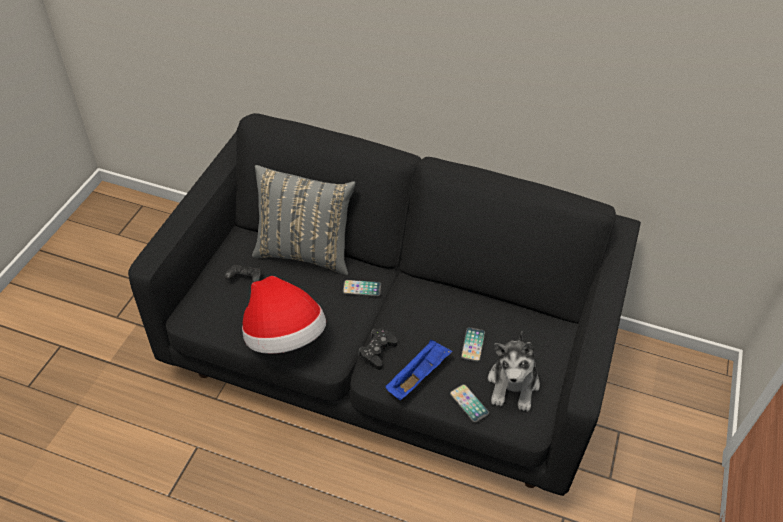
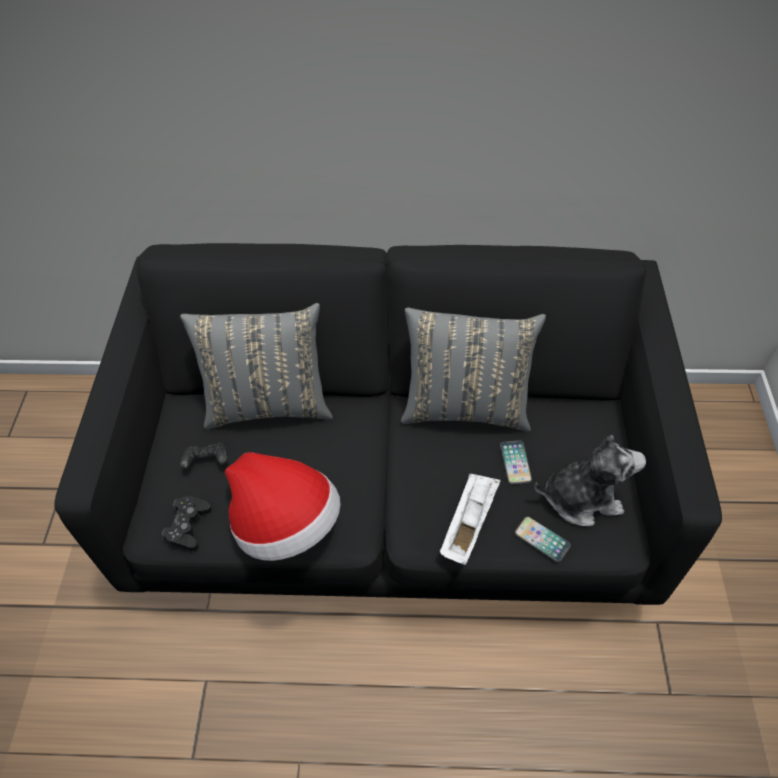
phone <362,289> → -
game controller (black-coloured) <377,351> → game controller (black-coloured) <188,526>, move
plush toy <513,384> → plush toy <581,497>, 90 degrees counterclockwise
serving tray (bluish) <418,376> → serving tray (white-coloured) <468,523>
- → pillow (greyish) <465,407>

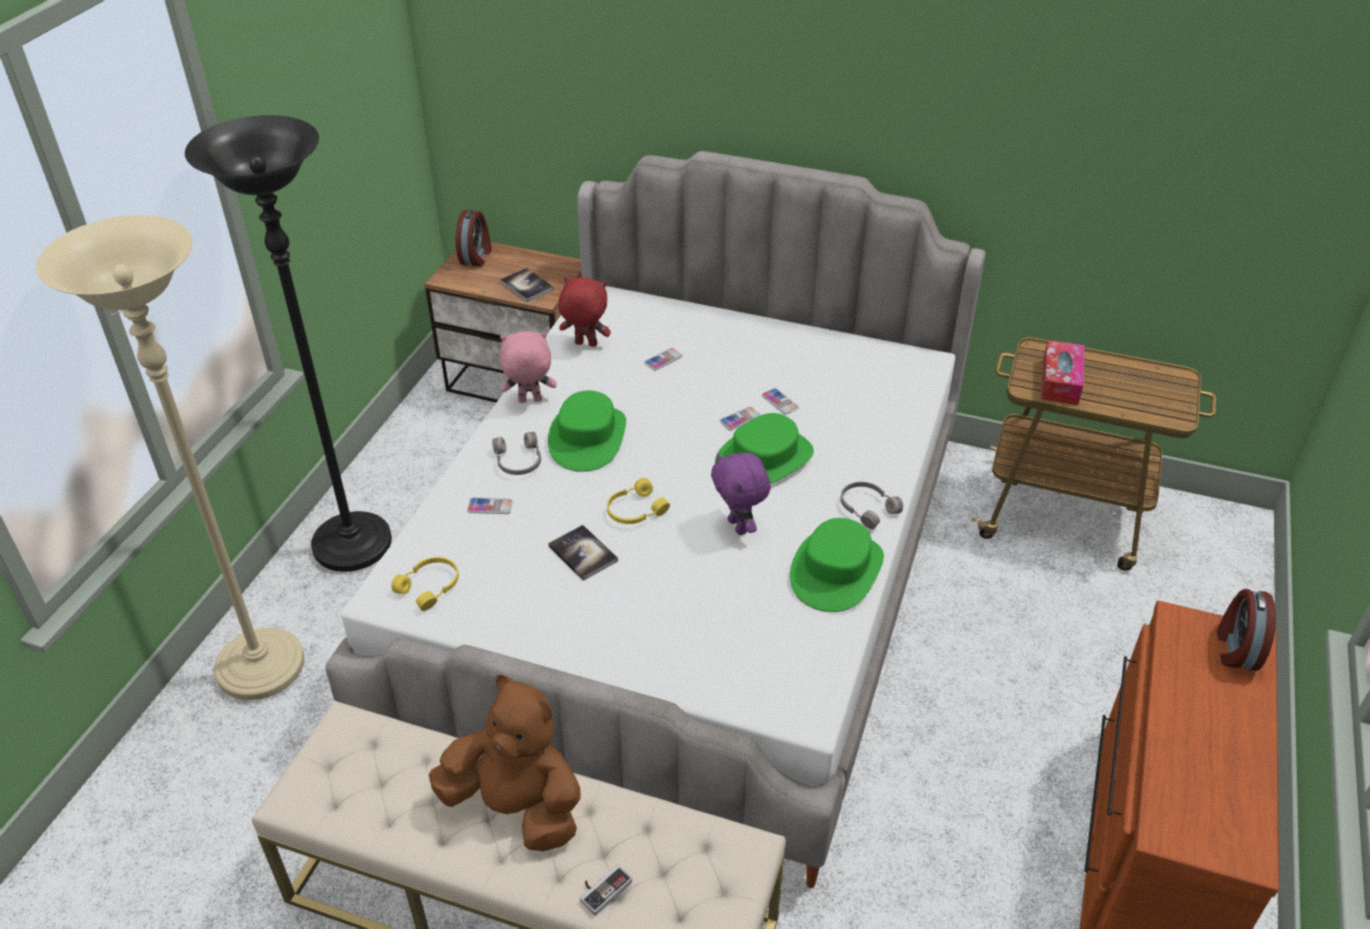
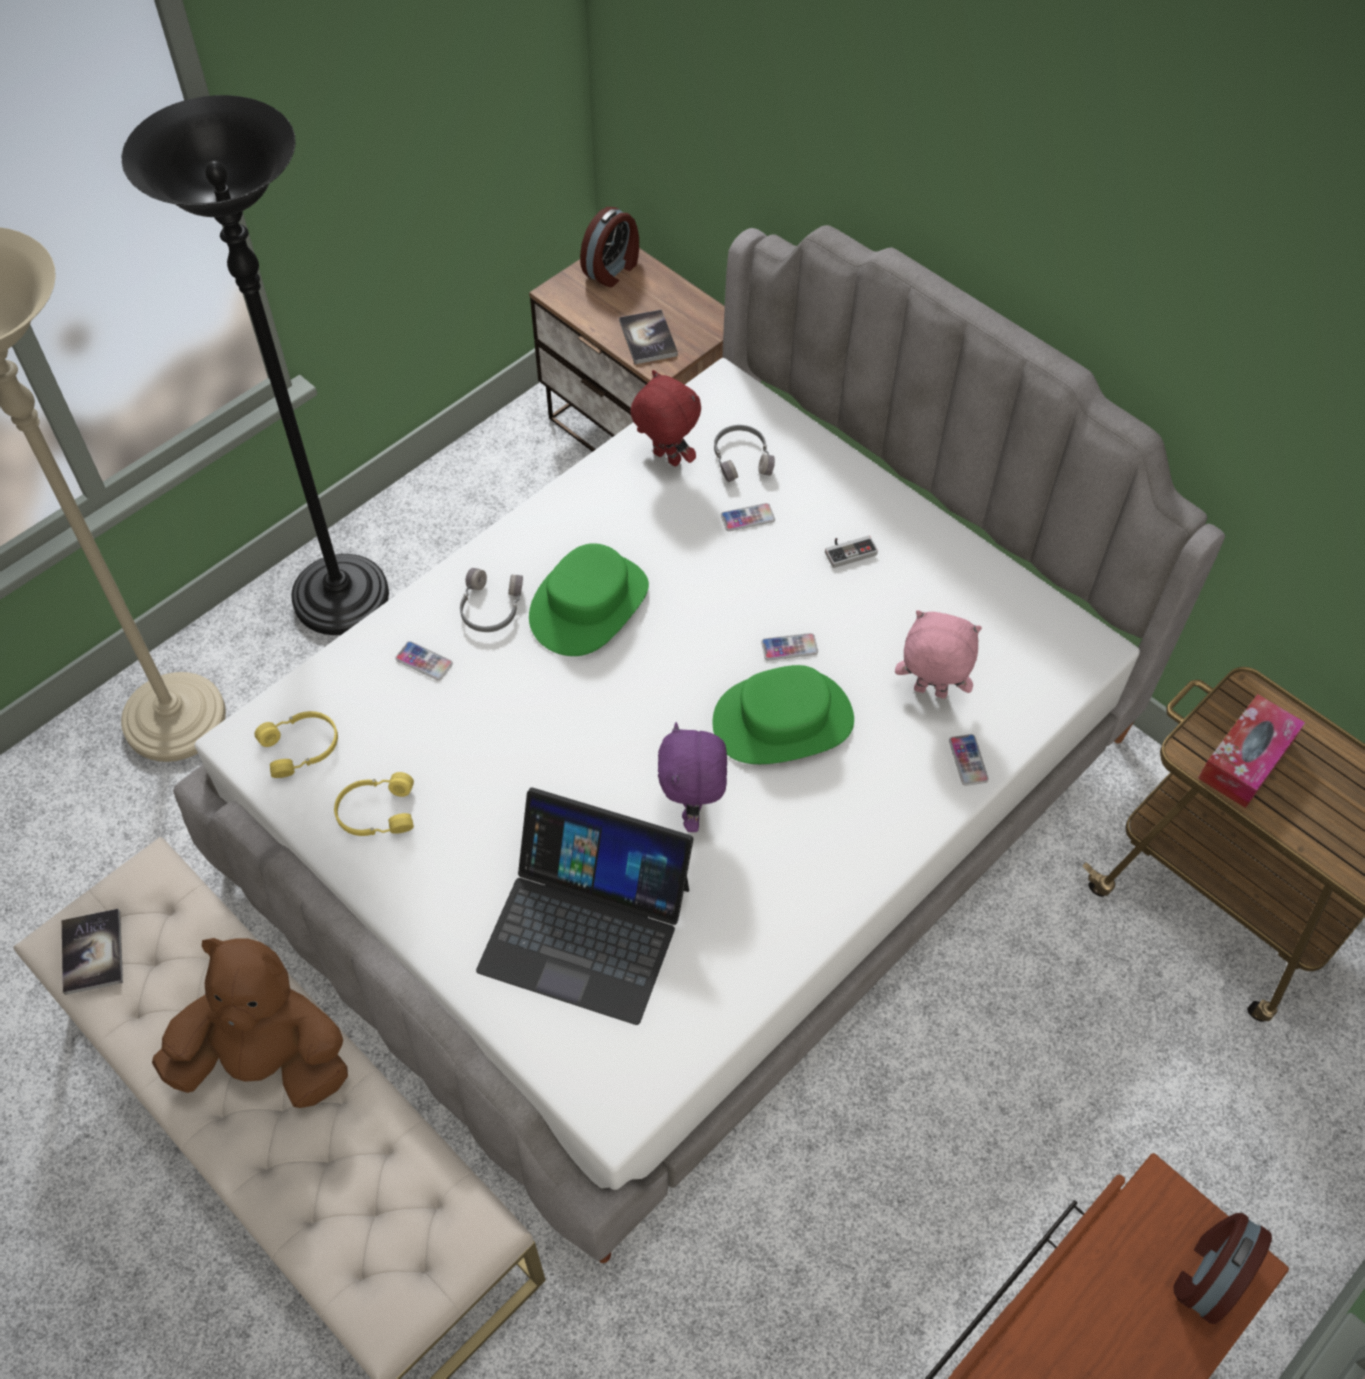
plush toy (pink) <529,401> → plush toy (pink) <929,693>, move
phone <780,402> → phone <968,760>, move
pair of headphones (yellowish) <635,510> → pair of headphones (yellowish) <376,812>, move
pair of headphones (greyish) <867,508> → pair of headphones (greyish) <742,458>, move
wearable hat (green) <836,570> → -
bound book <583,554> → bound book <93,952>, move
plush toy (brown-coloured) <517,807> → plush toy (brown-coloured) <268,1059>, 45 degrees counterclockwise
game controller <602,888> → game controller <848,550>, move
- → notebook computer <586,927>

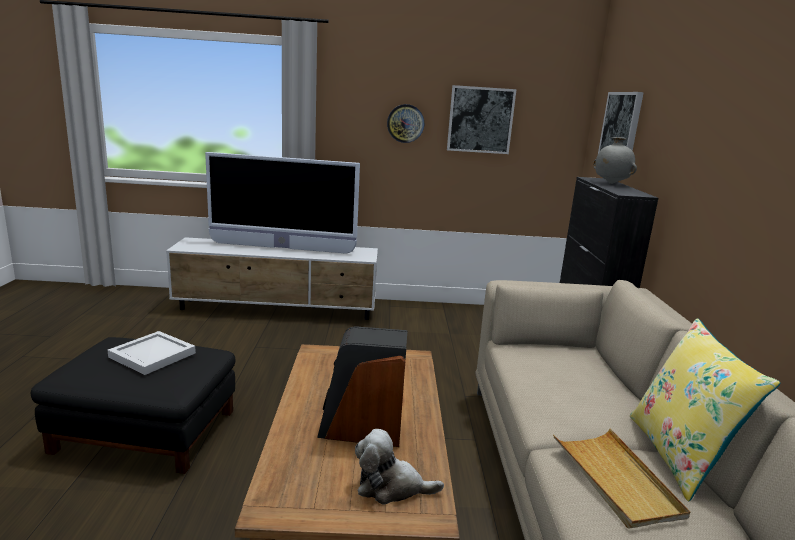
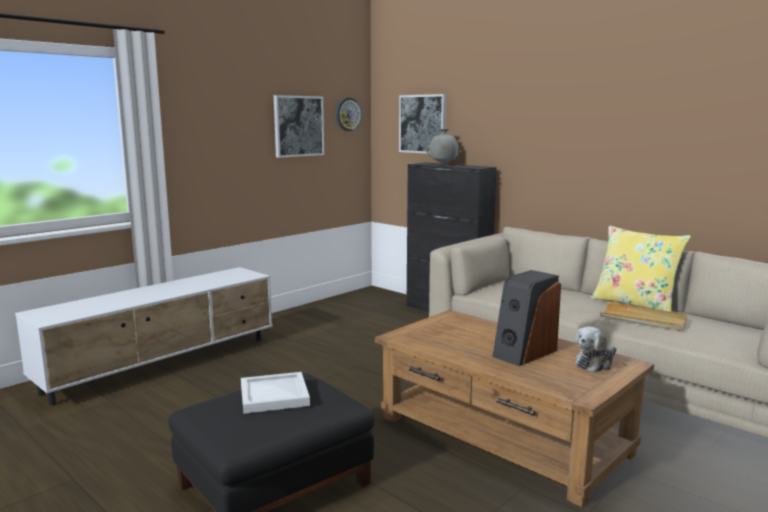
hanging clock <405,123> → hanging clock <348,114>, move
TV <282,248> → -

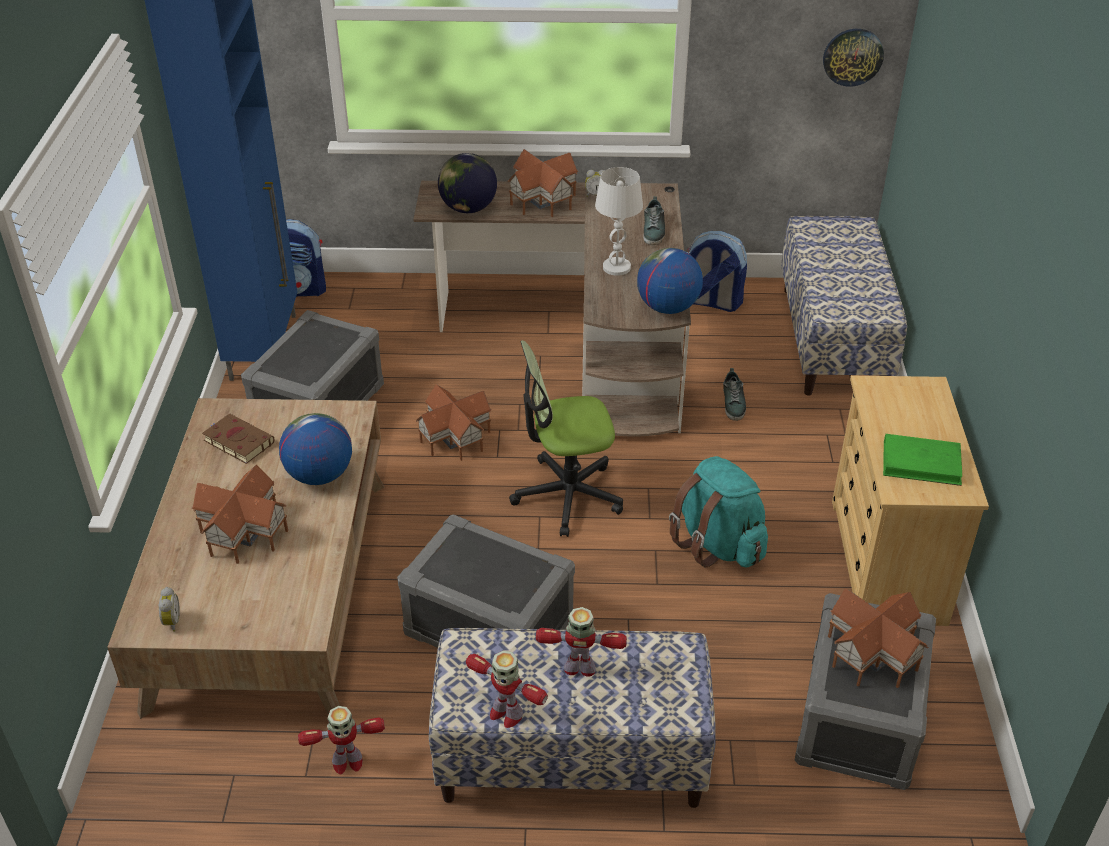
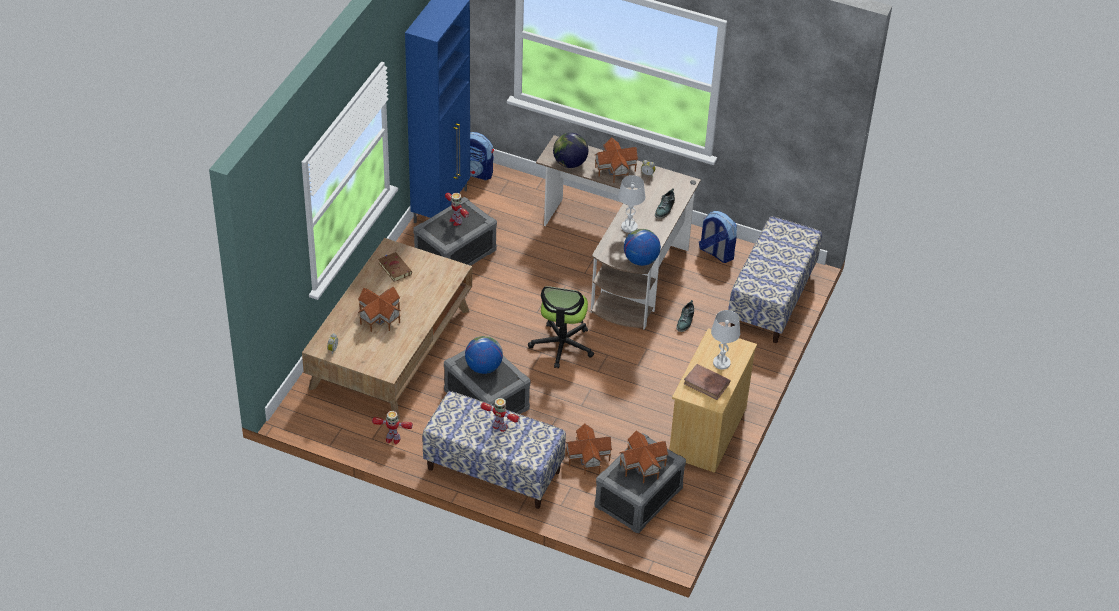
hanging clock <852,56> → -
computer chair <567,495> → computer chair <562,345>, 90 degrees counterclockwise
toy house <455,436> → toy house <588,457>, move
globe <319,475> → globe <483,367>, move
bound book (green) <921,463> → bound book (brown-coloured) <707,383>
knapsack (turquoise-coloured) <718,544> → -
model robot <505,713> → model robot <455,221>, move
- → tabletop lamp (white-coloured) <721,363>

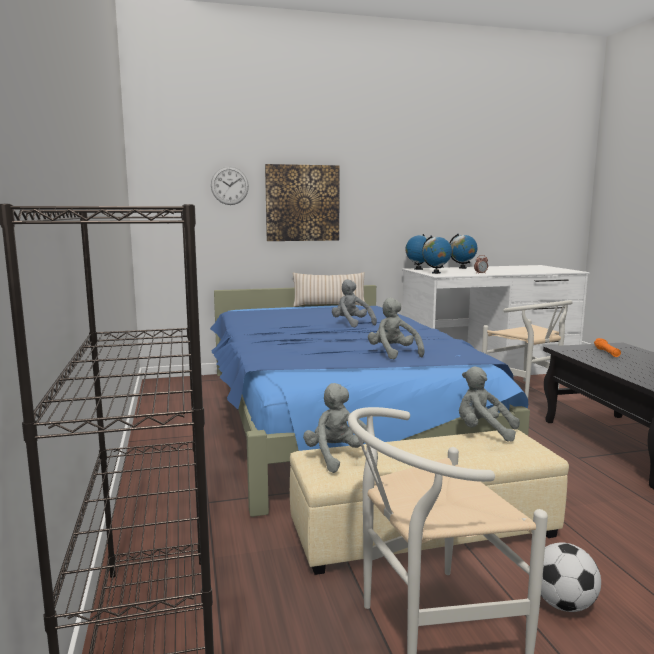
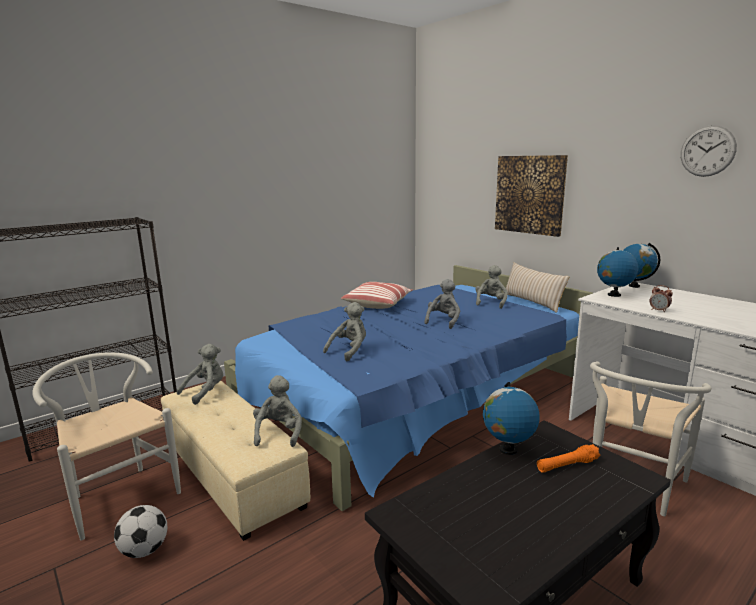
hanging clock <229,185> → hanging clock <707,151>, move
globe <462,268> → globe <508,450>, move
- → plush toy (greyish) <491,303>
- → pillow <378,304>

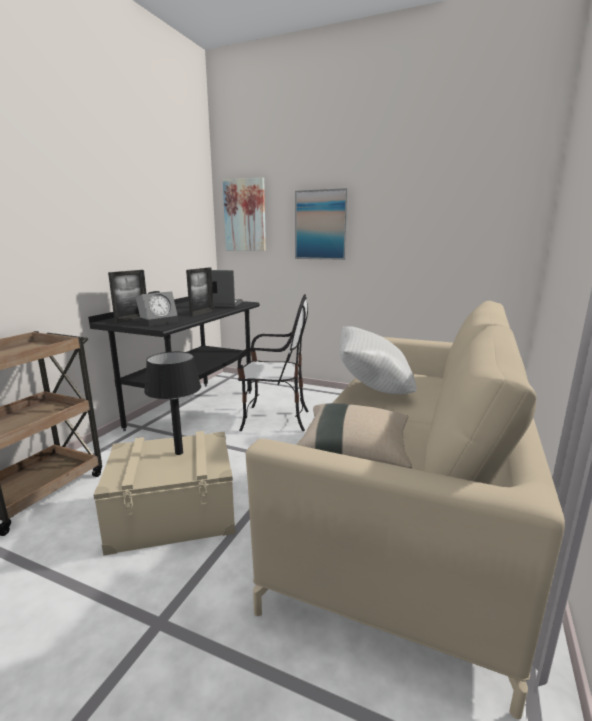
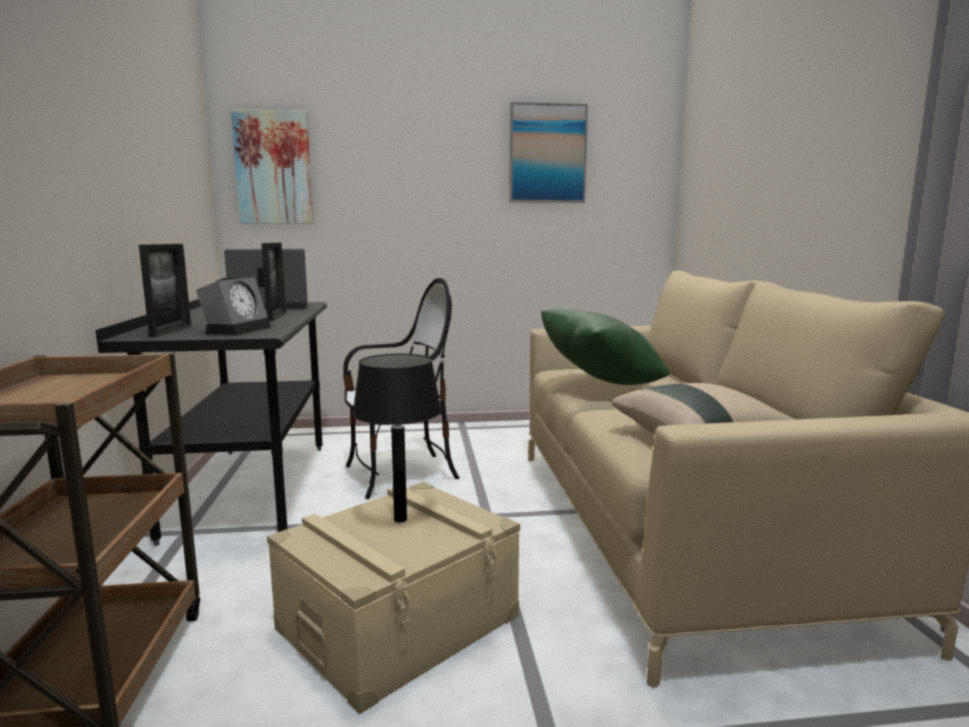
wall picture <321,225> → wall picture <547,154>, move
pillow (white-coloured) <373,388> → pillow (green) <600,384>

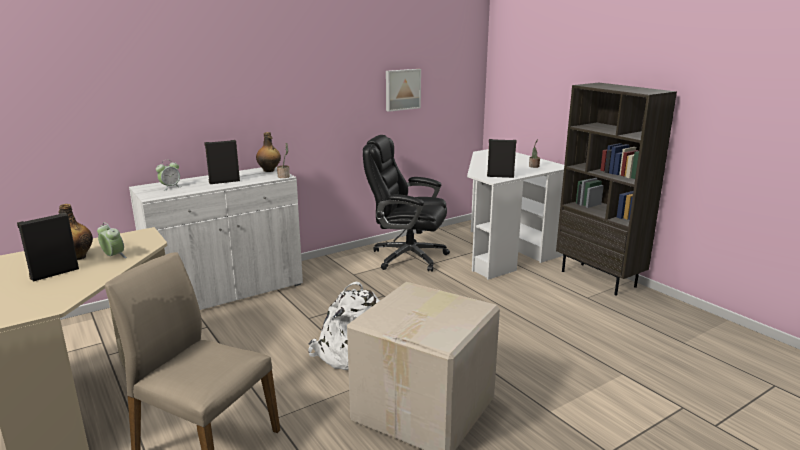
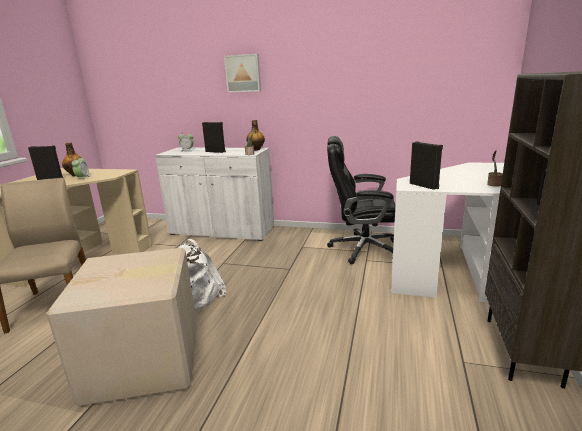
wall picture <402,89> → wall picture <243,73>, move
computer chair (black-coloured) <407,257> → computer chair (black-coloured) <362,248>, 60 degrees counterclockwise

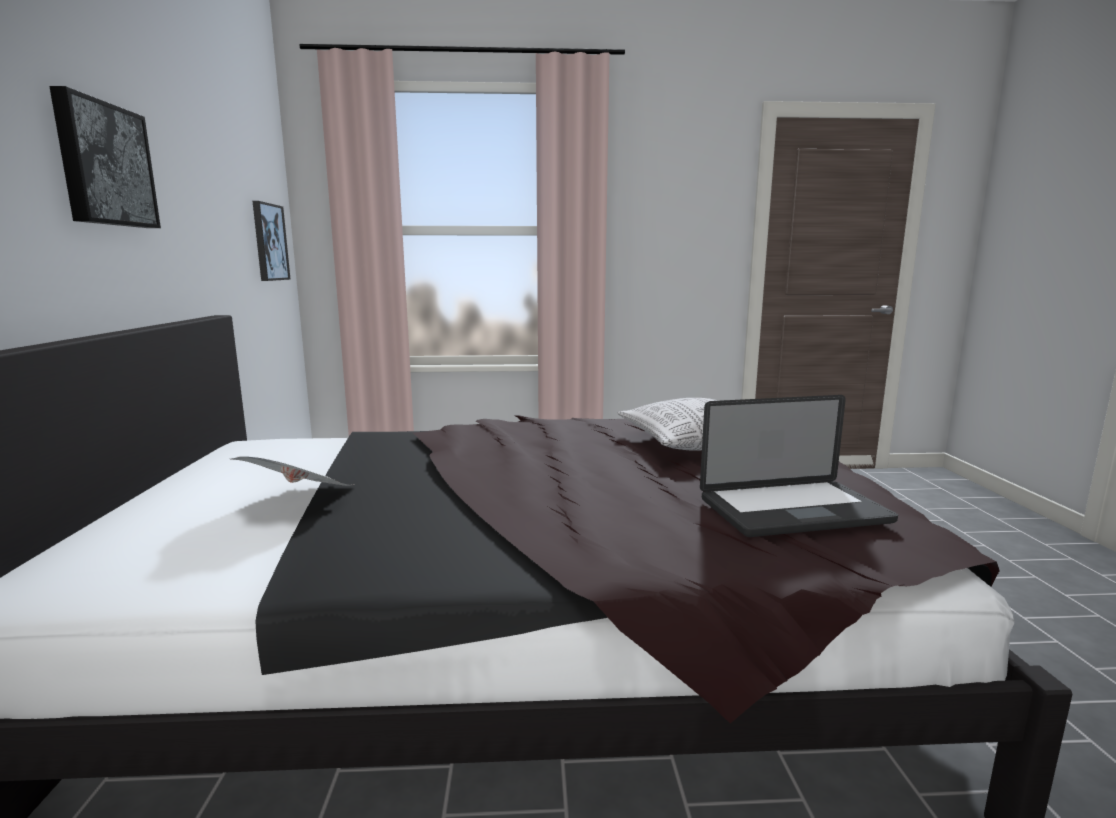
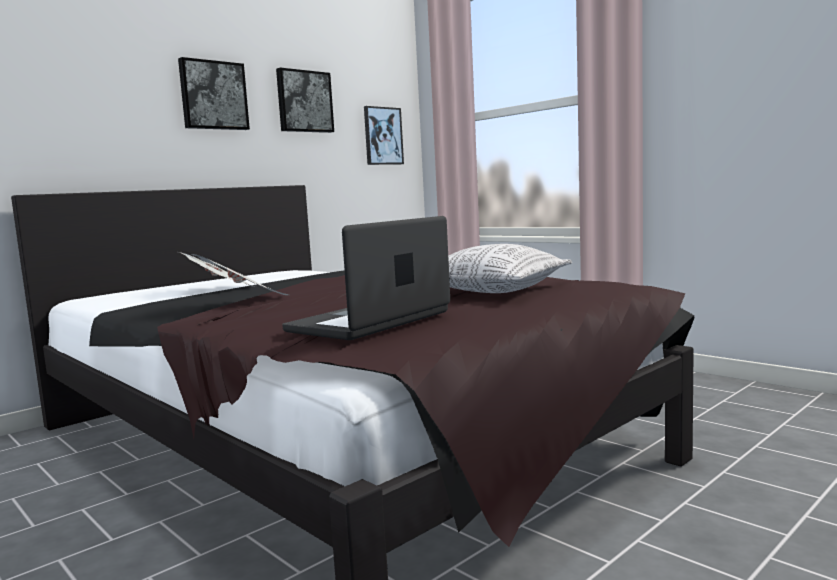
notebook computer <793,511> → notebook computer <370,322>, 90 degrees clockwise
- → wall picture <304,101>
- → printed paper <244,299>

